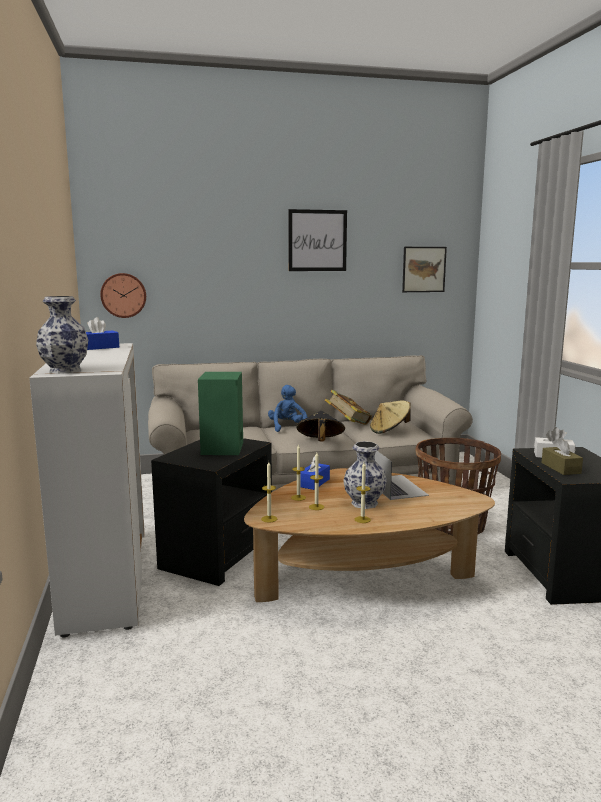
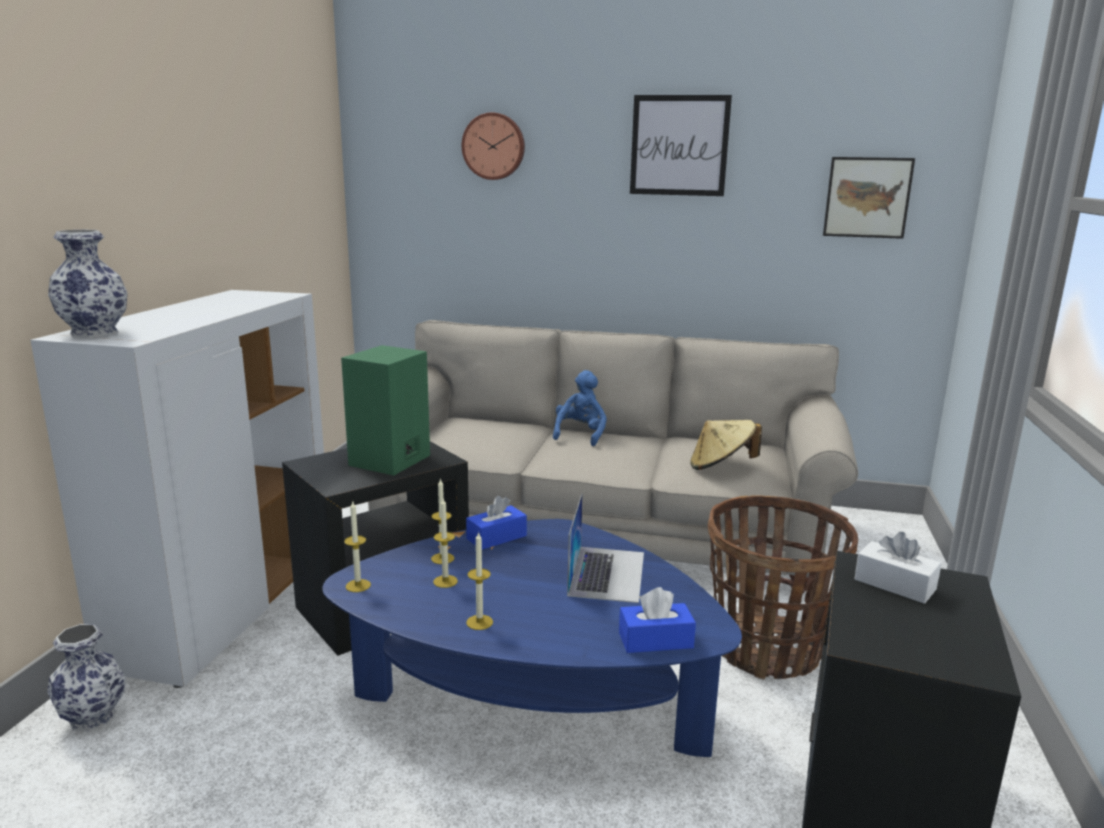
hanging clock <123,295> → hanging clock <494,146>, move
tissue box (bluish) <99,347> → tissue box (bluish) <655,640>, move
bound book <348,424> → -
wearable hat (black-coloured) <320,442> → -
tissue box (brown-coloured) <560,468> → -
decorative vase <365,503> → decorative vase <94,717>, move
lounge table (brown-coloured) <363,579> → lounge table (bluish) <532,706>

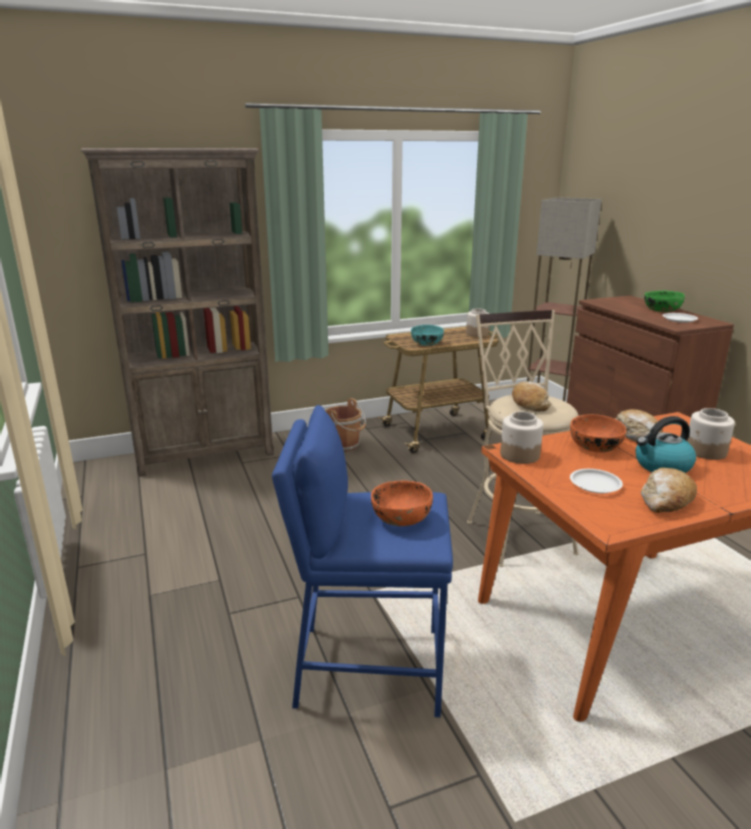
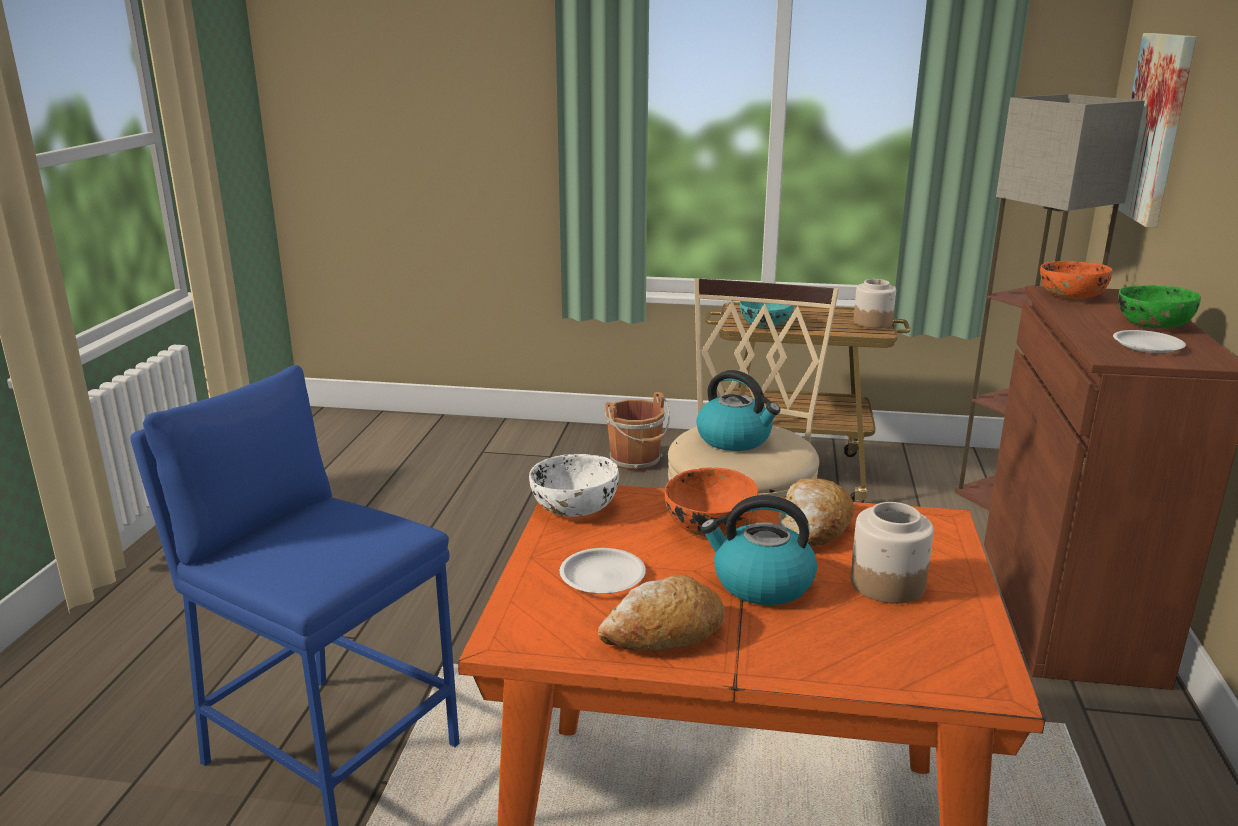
shelving unit (brown-coloured) <206,454> → -
bakery bread <528,403> → kettle <735,439>
storage jar <519,455> → deep dish (white-coloured) <574,506>
deep dish (orangey) <401,517> → deep dish (orangey) <1070,295>, move
- → wall picture <1155,128>

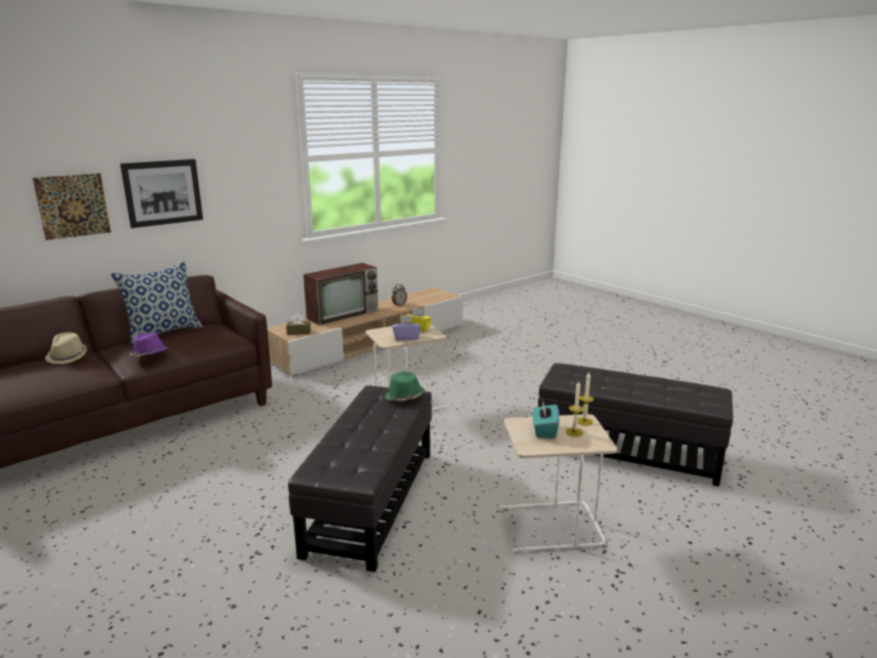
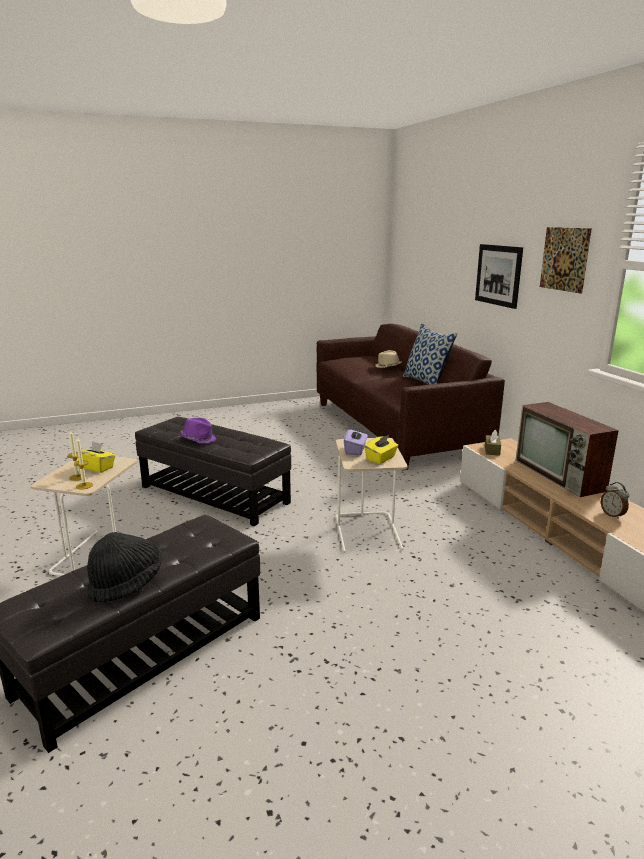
wall picture <73,206> → wall picture <564,259>, move
wearable hat (purplish) <150,355> → wearable hat (purplish) <198,439>, move
wearable hat (green) <404,397> → -
tissue box (turquoise-coloured) <544,430> → tissue box (yellowish) <97,467>
- → wearable hat (black-coloured) <126,583>

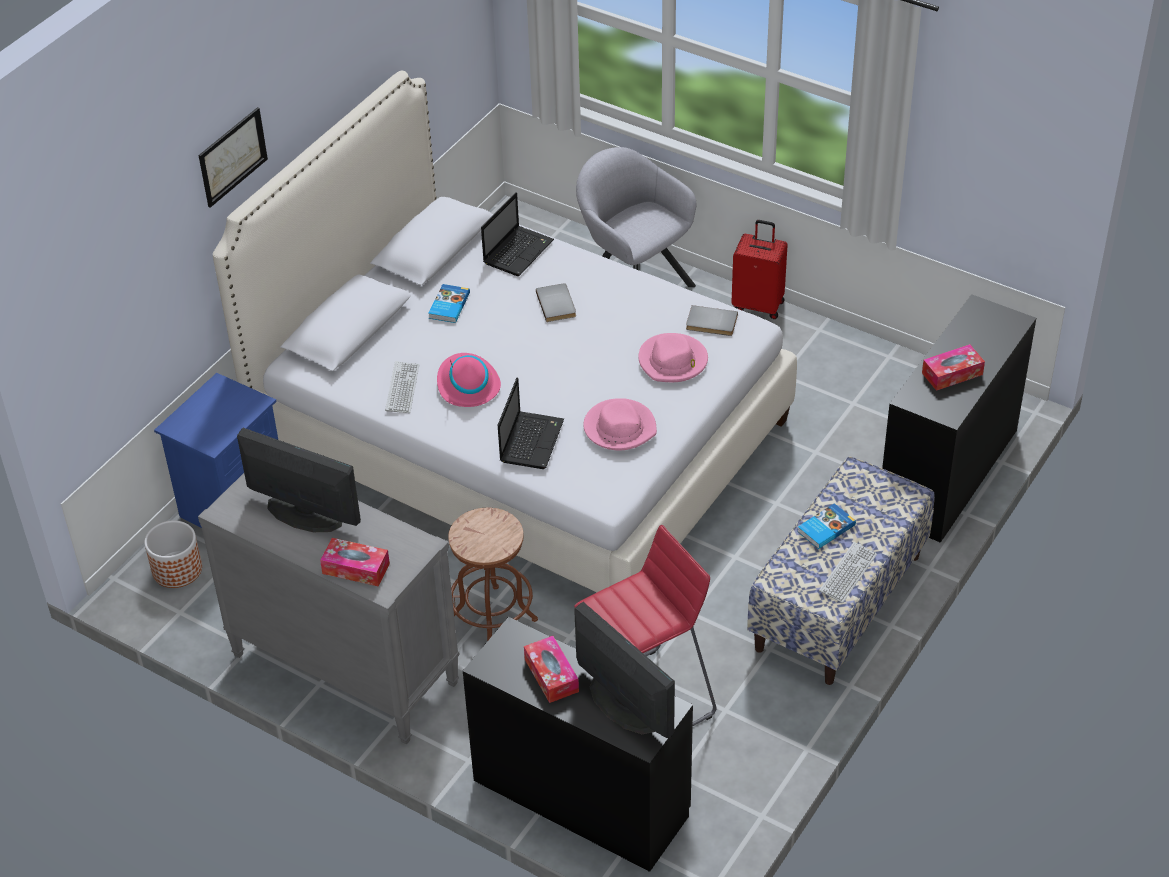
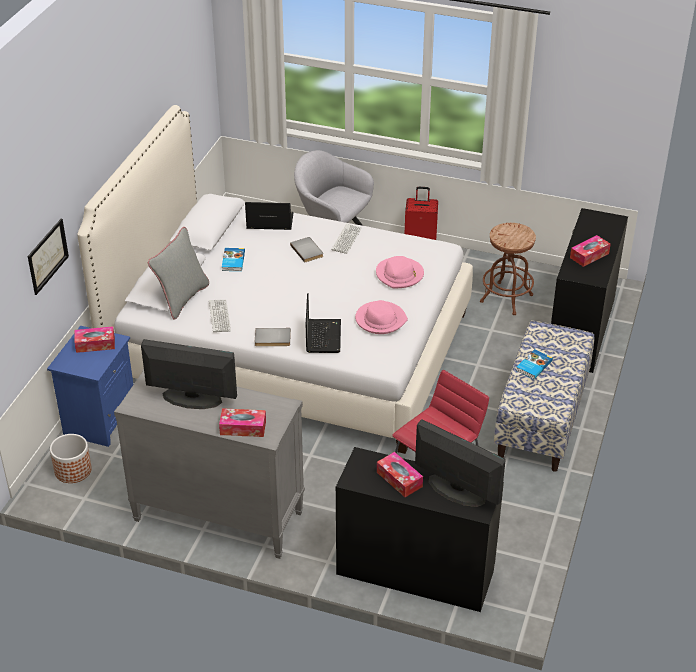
wall picture <232,156> → wall picture <47,256>, move
notebook computer <518,251> → notebook computer <269,222>, 105 degrees counterclockwise
bound book (greyish) <711,323> → bound book (greyish) <272,339>, move
wearable hat (pink) <467,385> → -
sitting stool (brown-coloured) <492,619> → sitting stool (brown-coloured) <506,298>, move
keyboard <848,573> → keyboard <346,239>, move
- → pillow (greyish) <182,299>
- → tissue box <95,344>

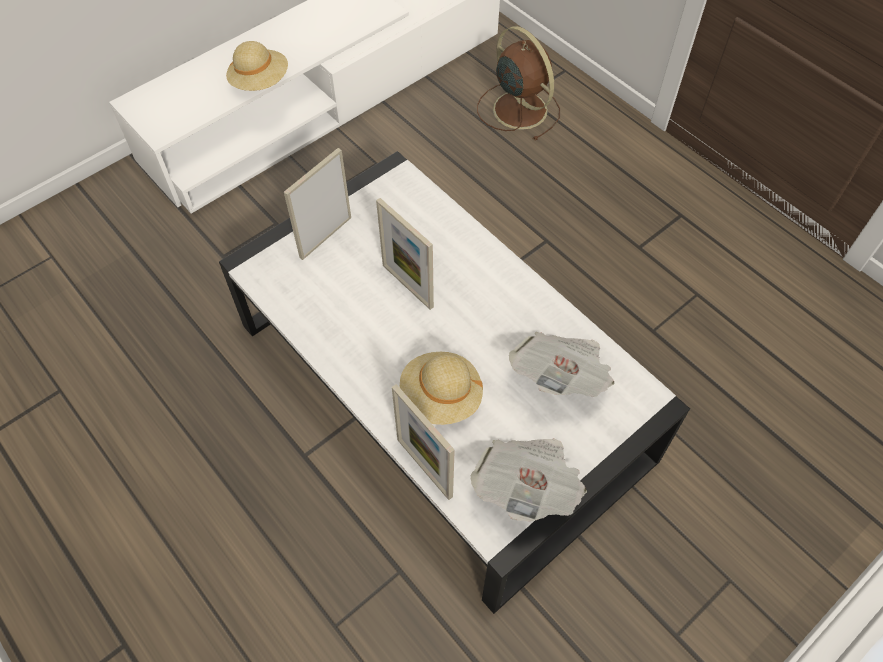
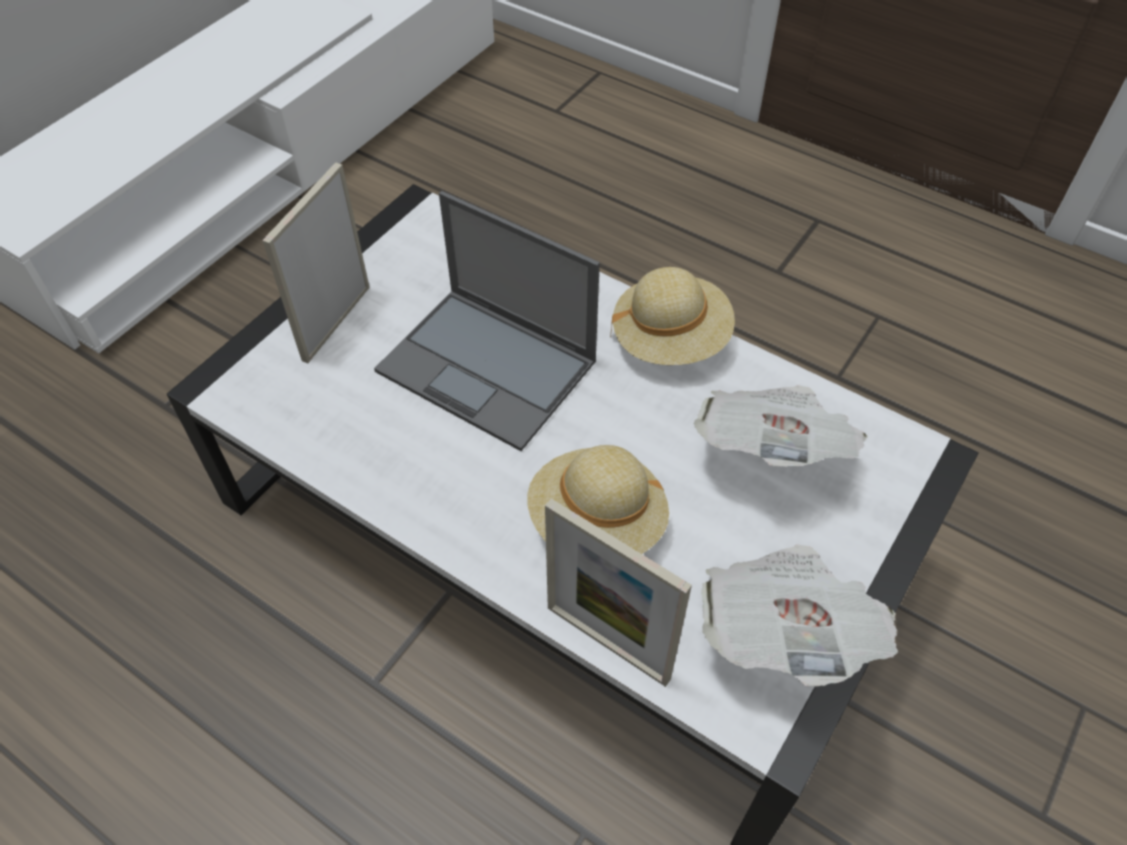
electric fan (brown-coloured) <518,108> → -
wearable hat (beige-coloured) <260,82> → wearable hat (beige-coloured) <670,339>, move
picture frame <407,286> → notebook computer <489,367>

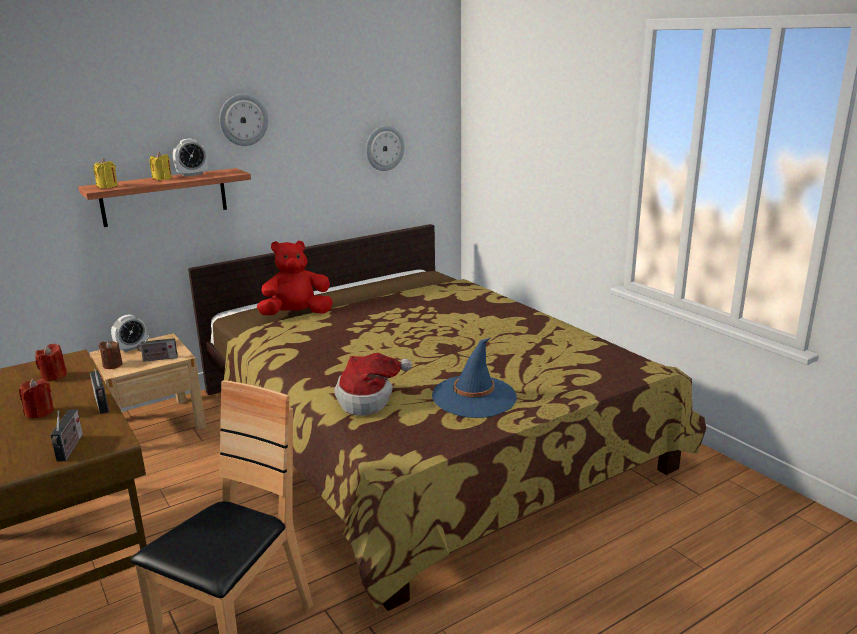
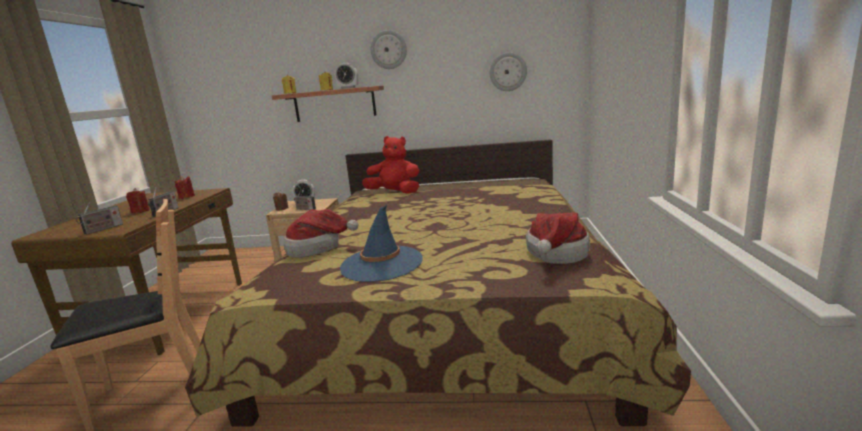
- → wearable hat <555,254>

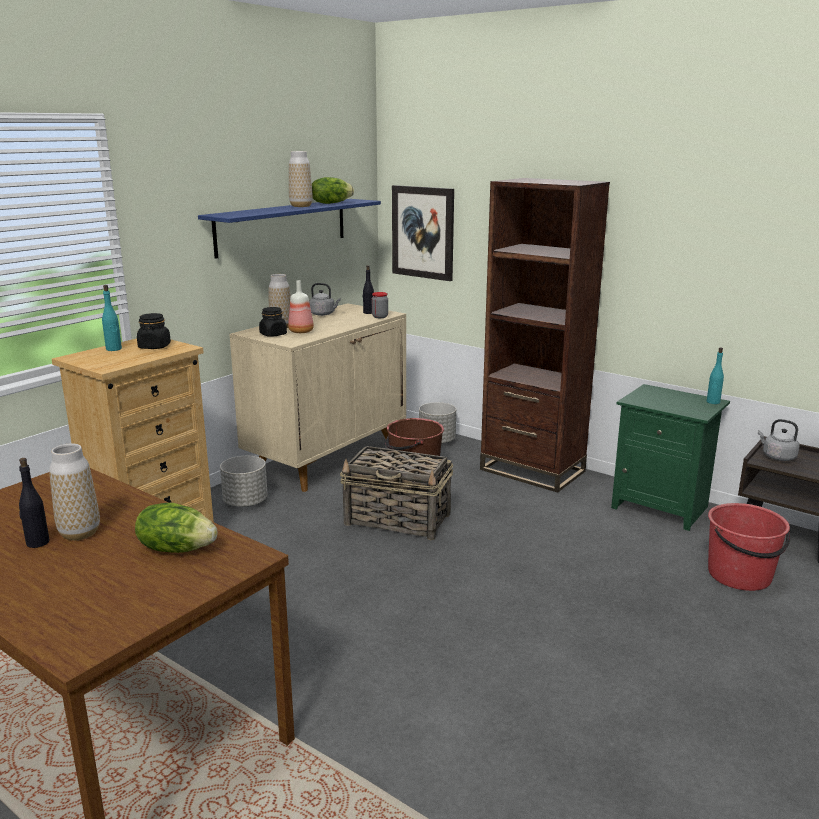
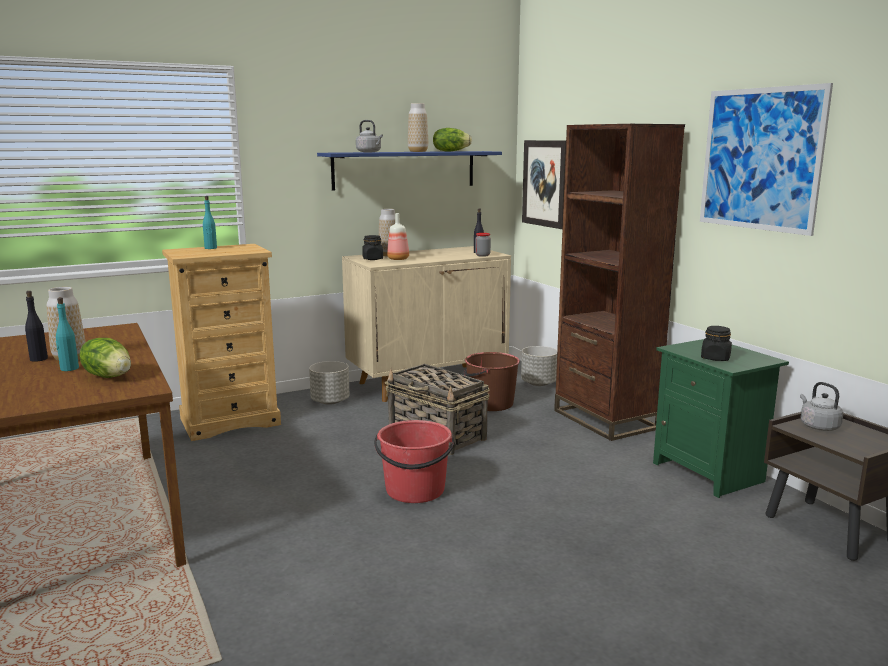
kettle (greyish) <323,314> → kettle (greyish) <369,152>, move
storage jar (black-coloured) <154,347> → storage jar (black-coloured) <715,358>, move
drink bottle (turquoise-coloured) <713,402> → drink bottle (turquoise-coloured) <69,368>, move
pail (red-coloured) <740,575> → pail (red-coloured) <415,490>, move
- → wall picture <760,159>

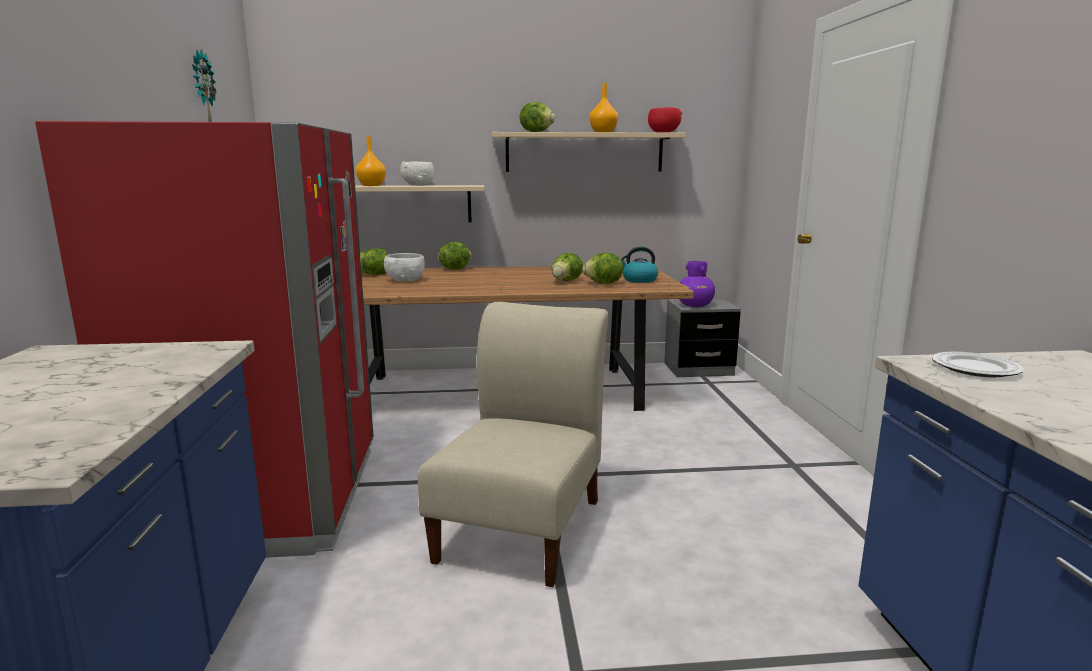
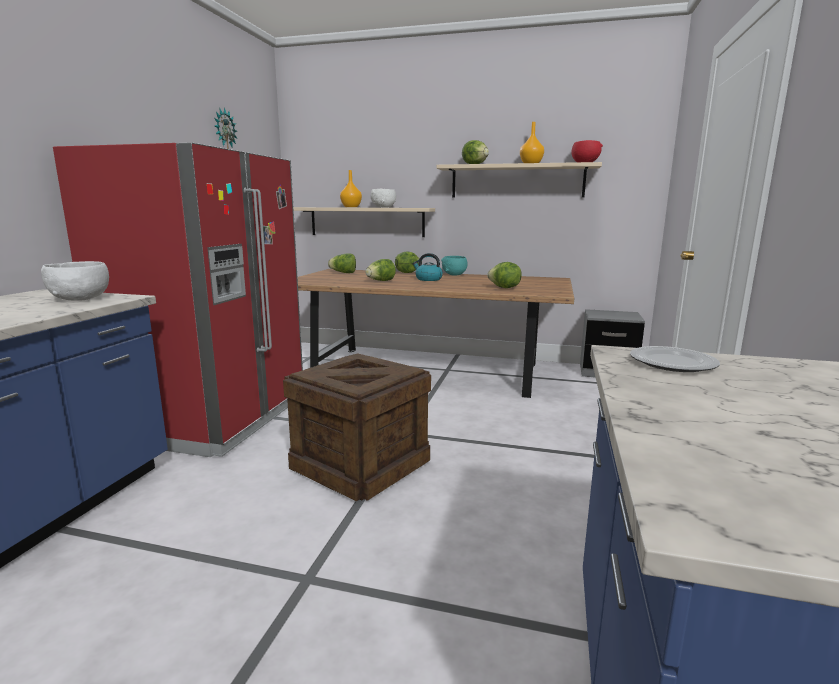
kettle <639,280> → kettle <428,279>, move
deep dish (white-coloured) <405,280> → deep dish (white-coloured) <80,298>, move
lettuce head <565,281> → lettuce head <380,281>, move
decorative vase (purplish) <694,306> → -
upright chair (beige-coloured) <523,525> → crate <362,465>
- → deep dish (turquoise-coloured) <454,274>

